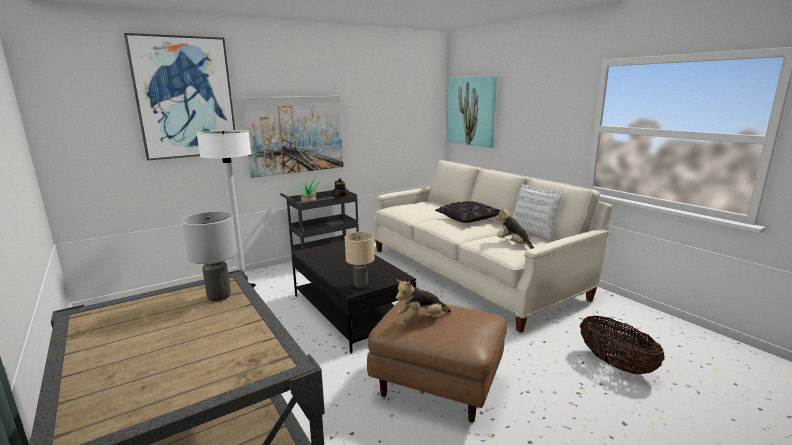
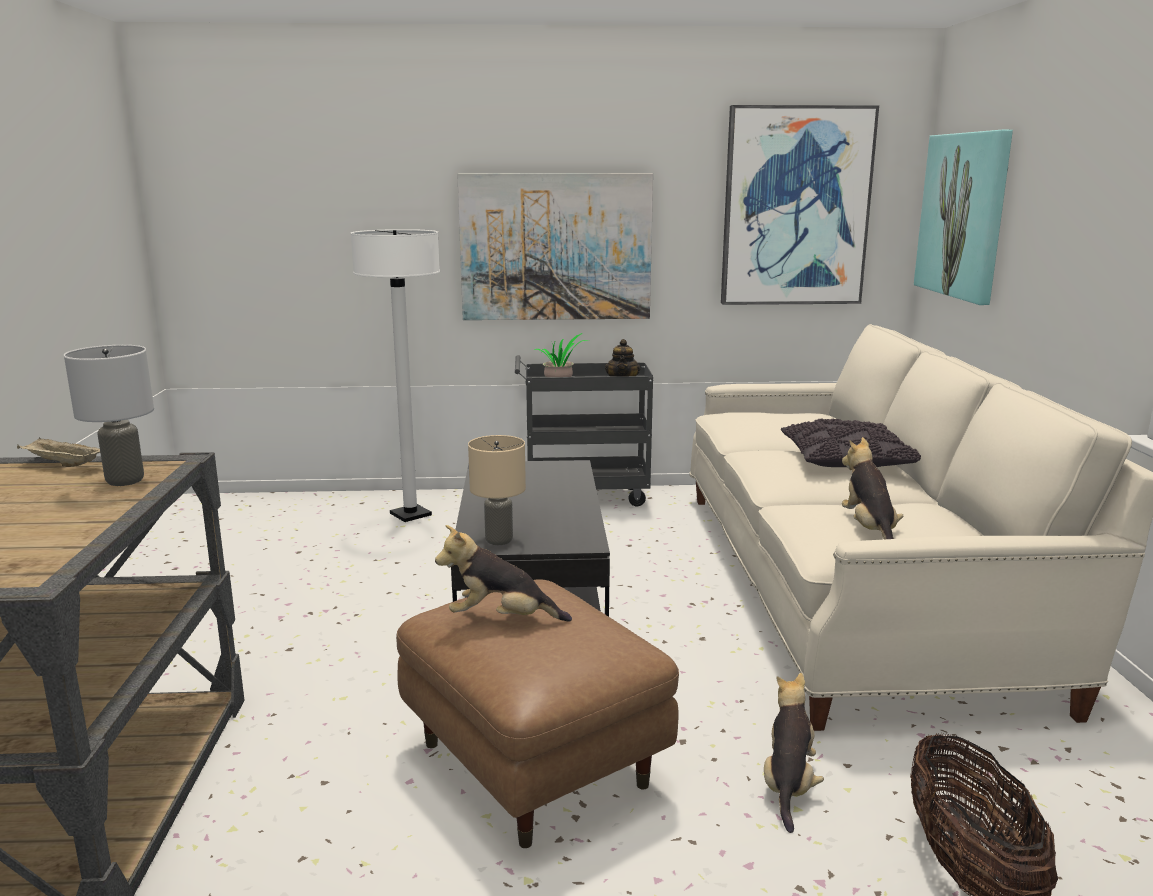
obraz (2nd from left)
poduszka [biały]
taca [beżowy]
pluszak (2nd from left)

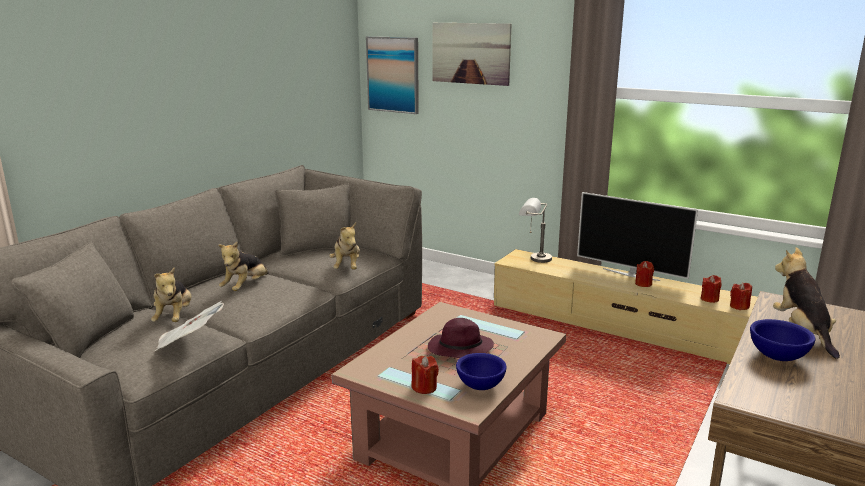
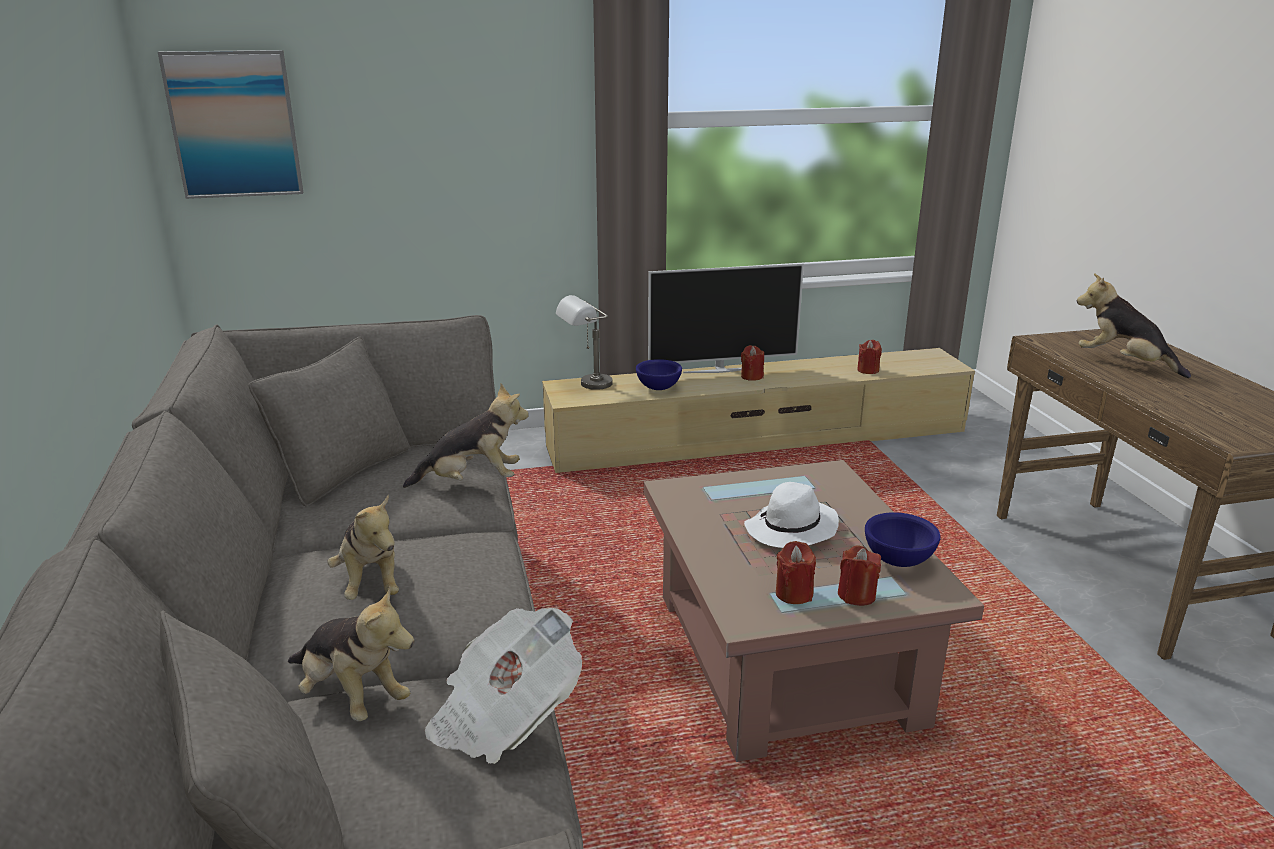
pluszak (3rd from left)
kapelusz [biały]
obraz (2nd from left in the first image)
świeca [czerwony] (2nd from left)
miska [niebieski] (1st from left)

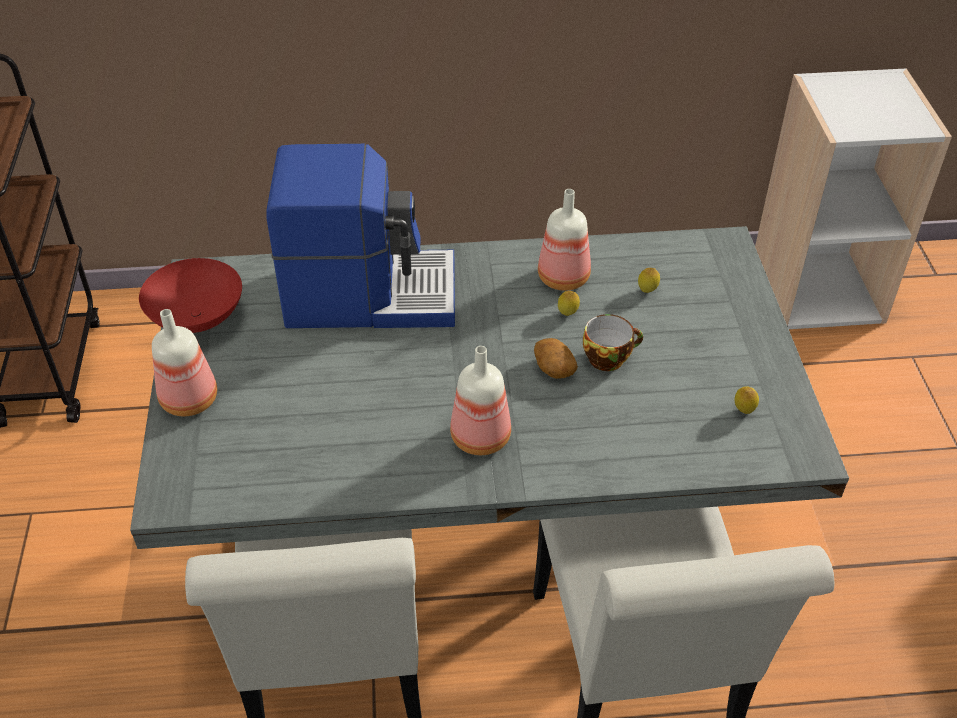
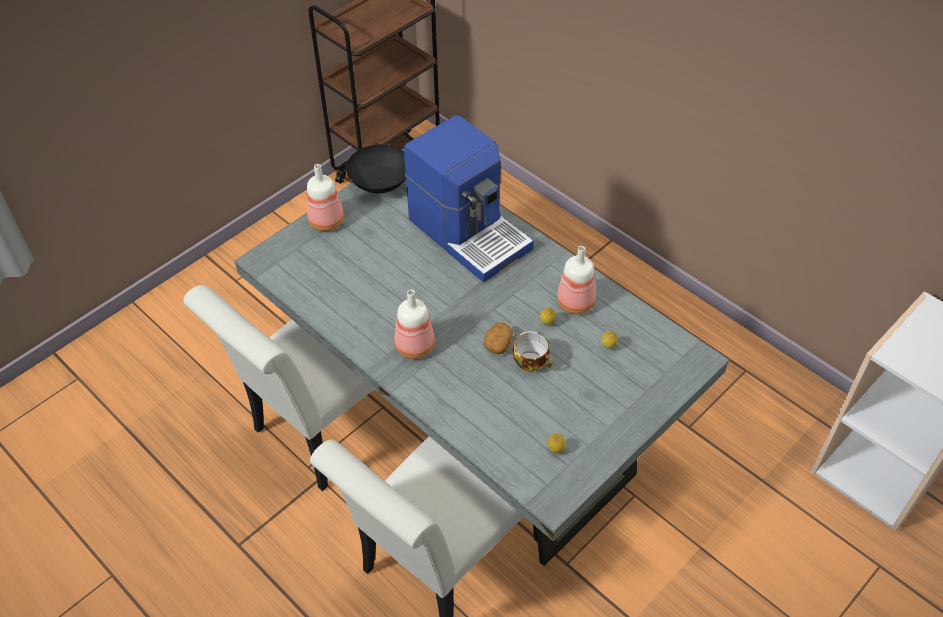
miska [czarny]

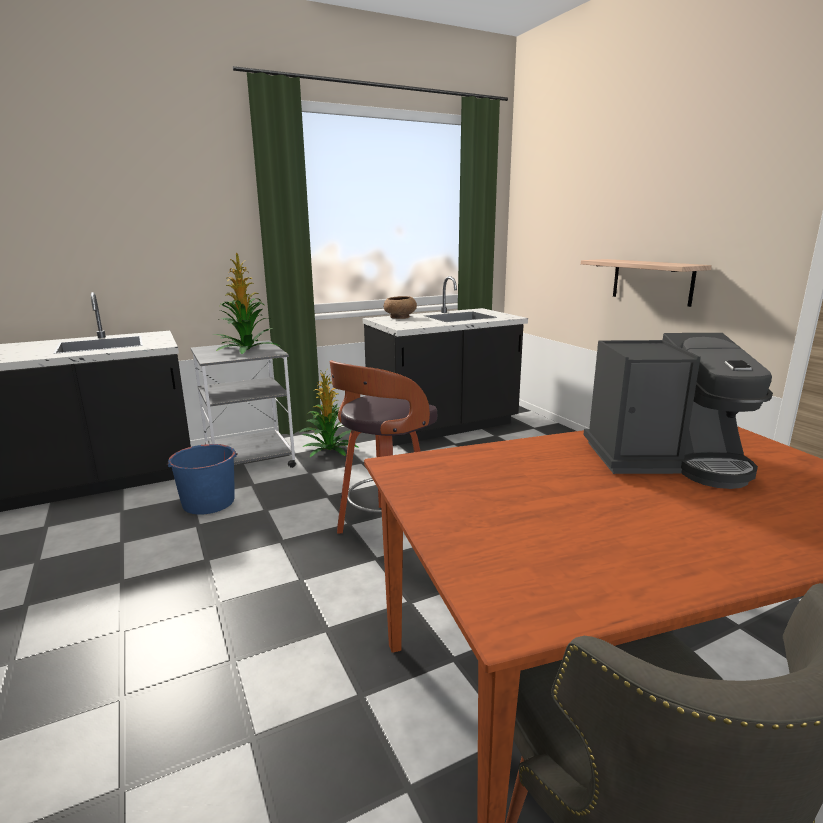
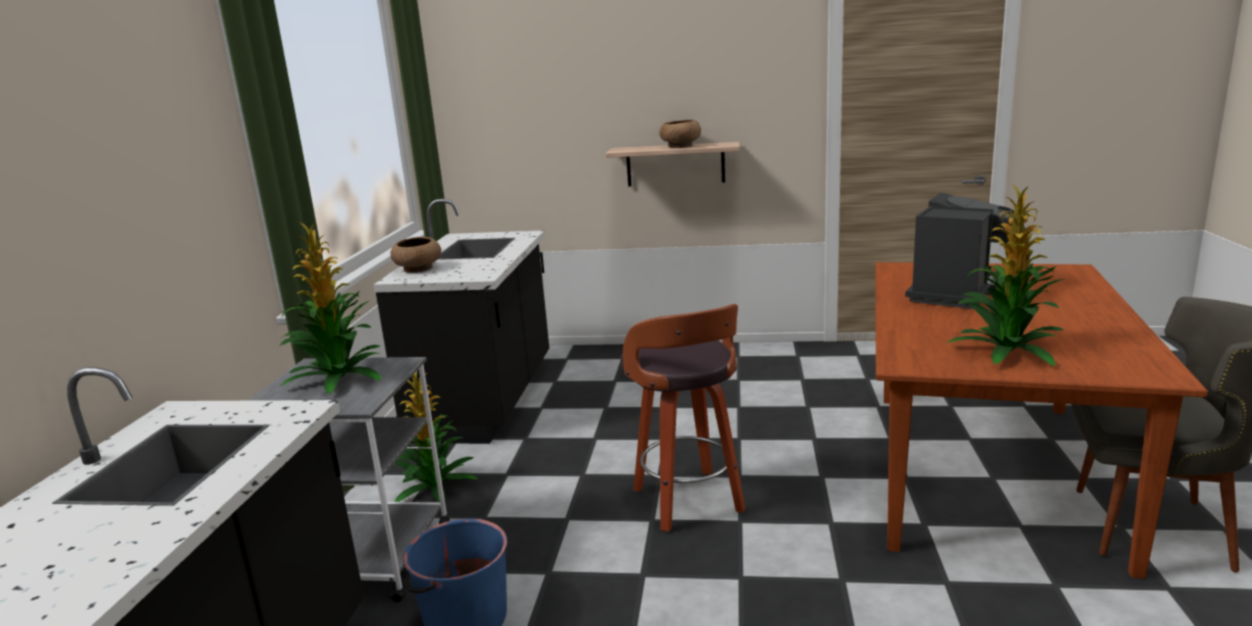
miska [brązowy] (2nd from left)
roślina doniczkowa (3rd from left)

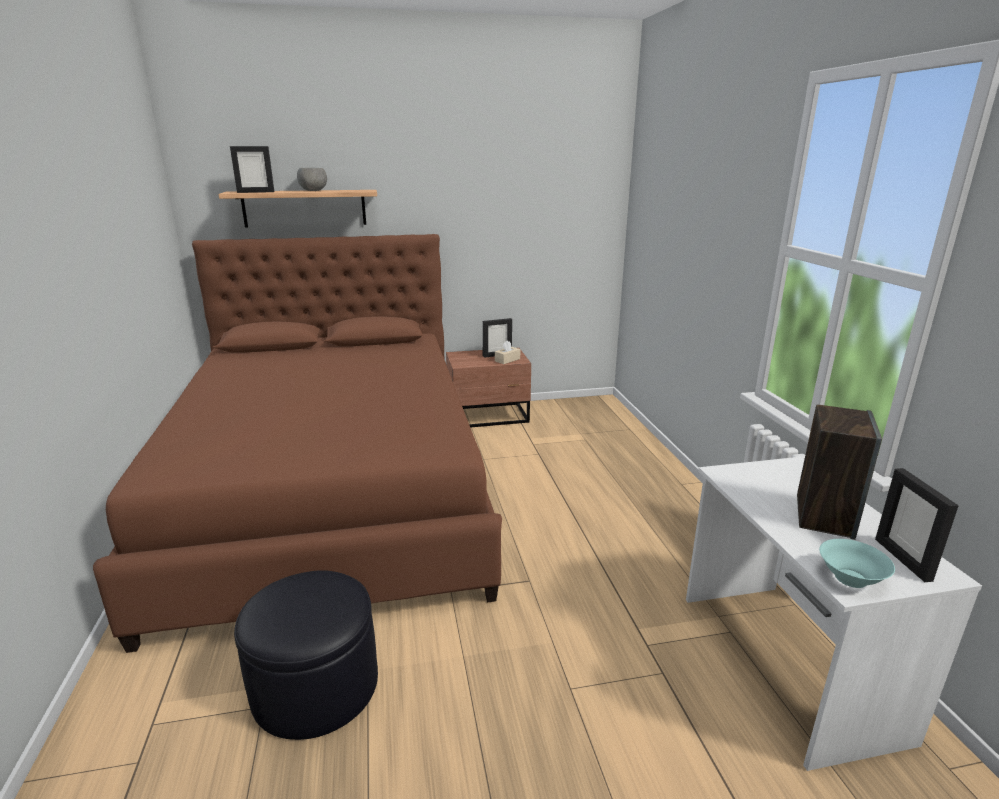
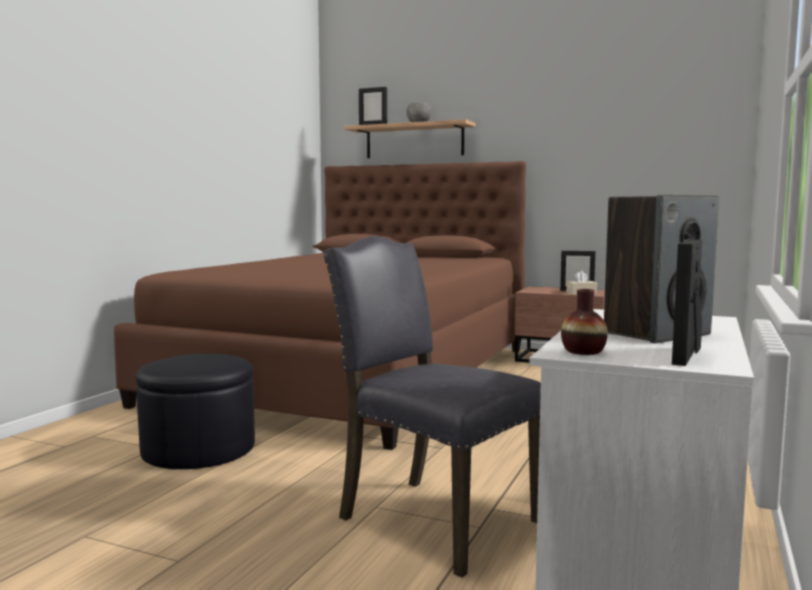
wazon
krzesło [szary]

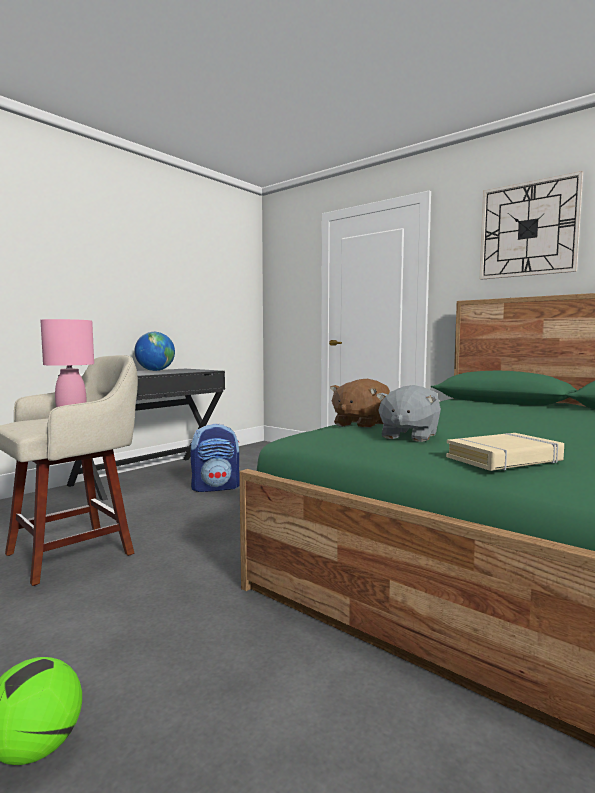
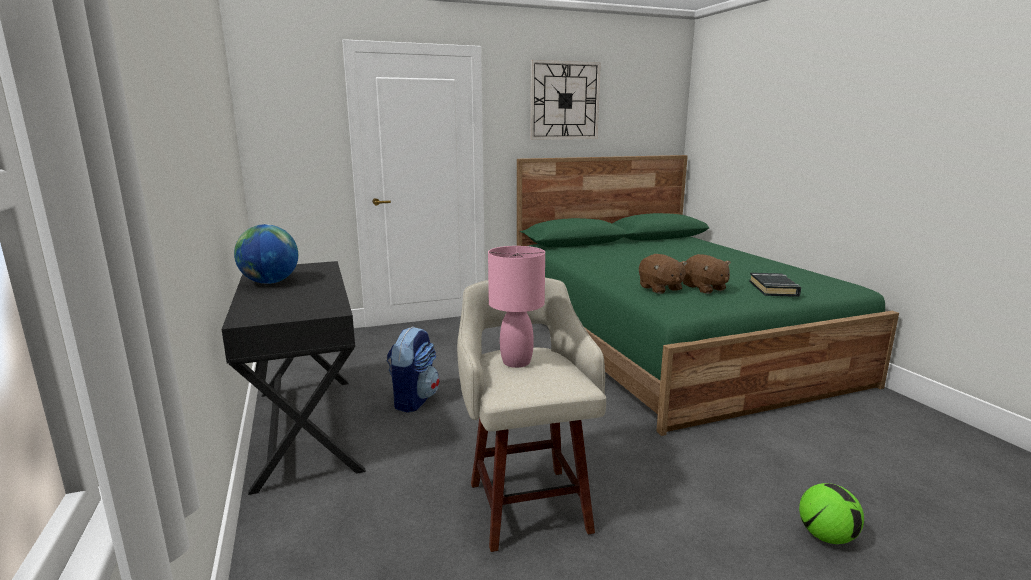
pluszak [brązowy] (2nd from left)
książka [czarny]

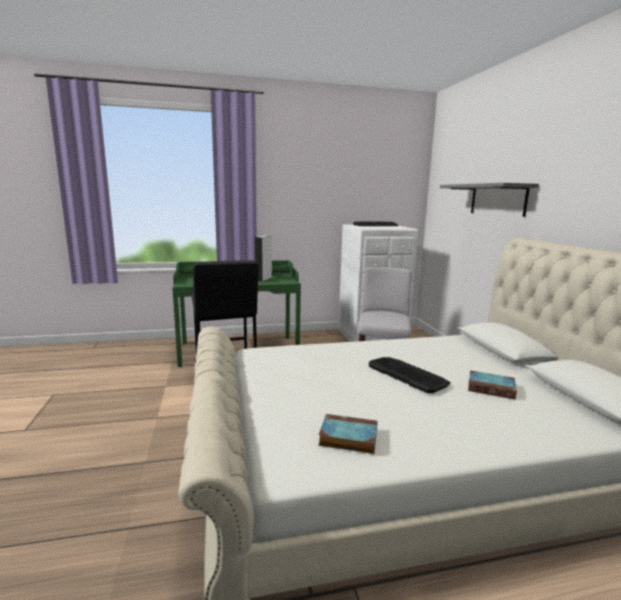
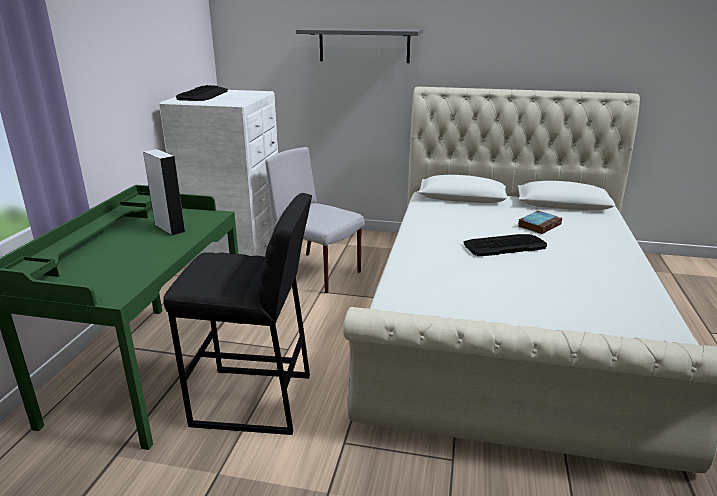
książka (1st from left in the first image)

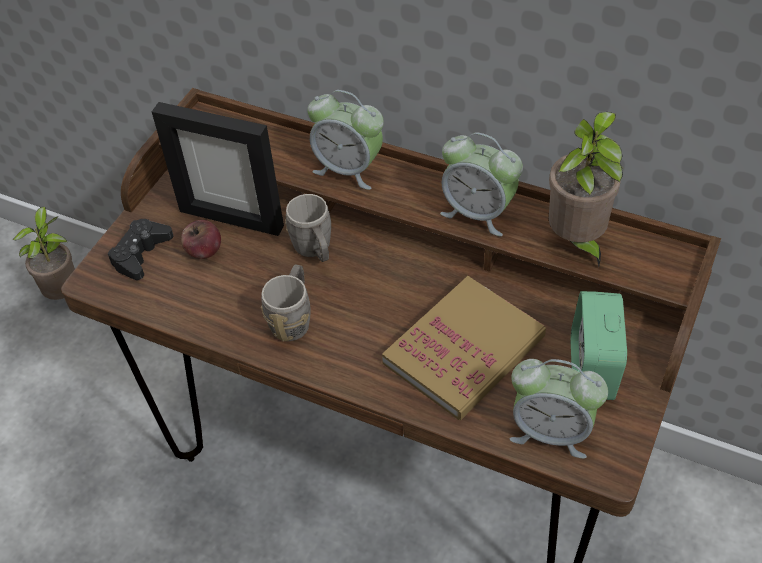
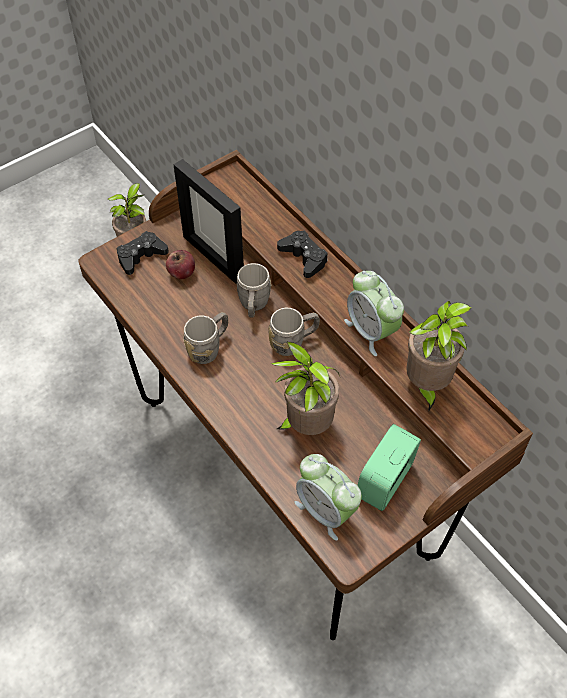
pad do gier [czarny] (2nd from left)
roślina doniczkowa (2nd from left)
kubek [szary] (3rd from left)

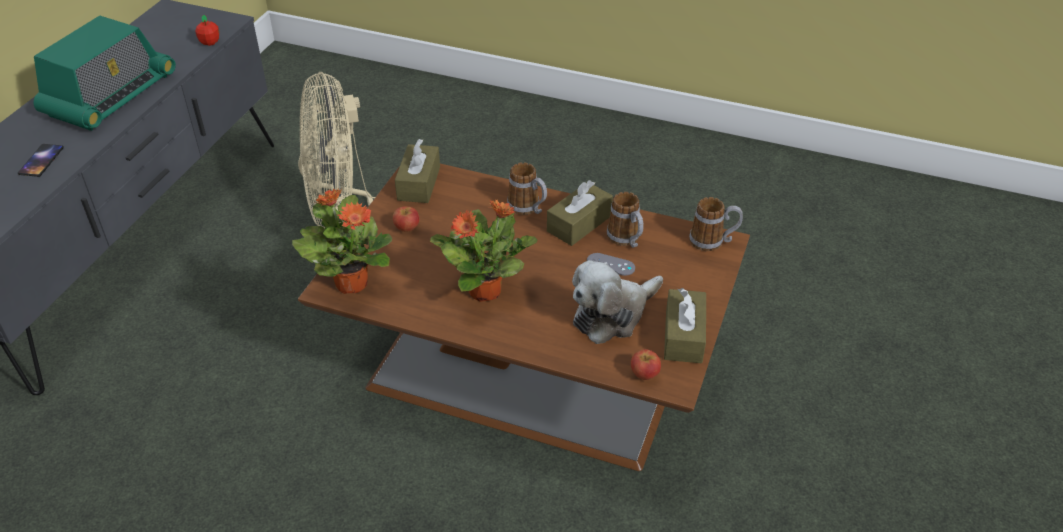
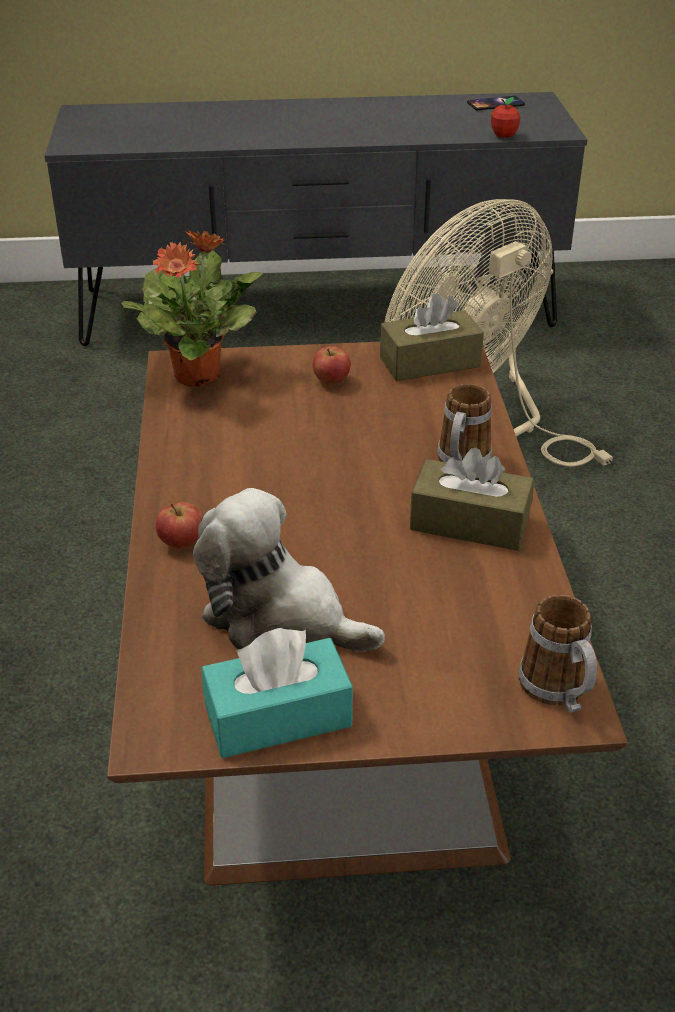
telefon
radio
roślina doniczkowa (2nd from left in the first image)
pad do gier [szary]
kubek (2nd from left in the first image)
jabłko (1st from left)
pudełko chusteczek [turkusowy]

